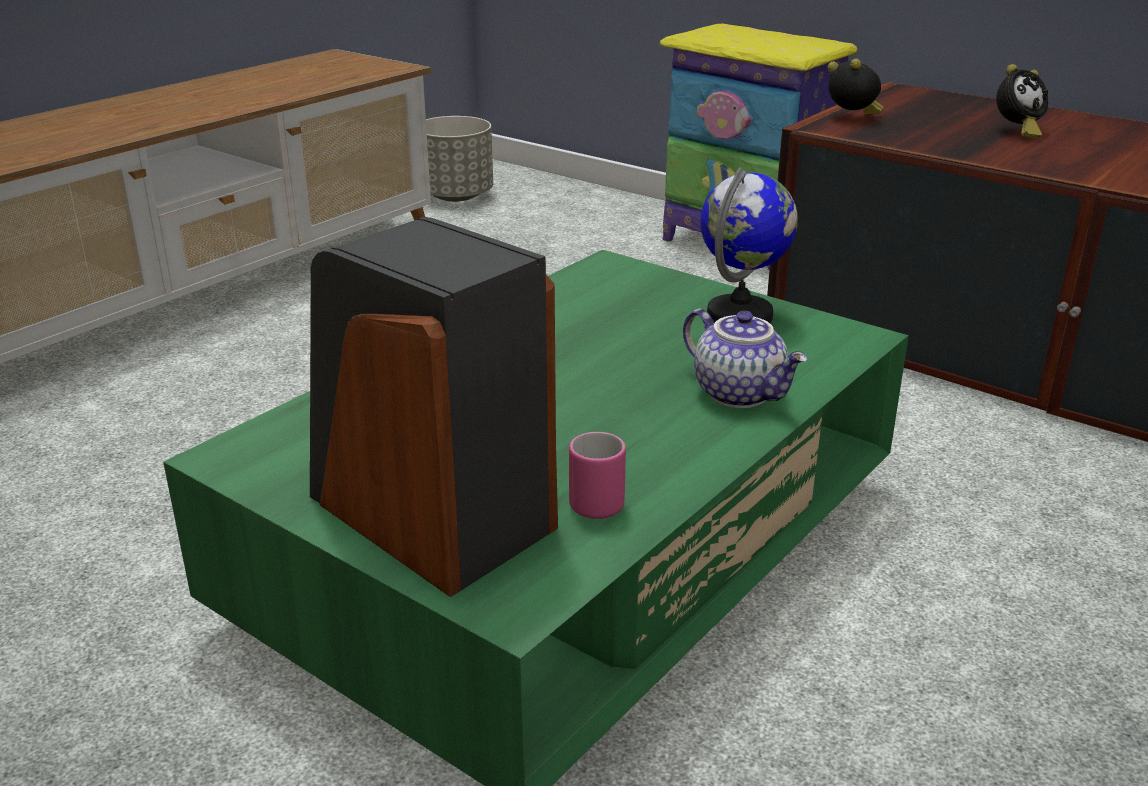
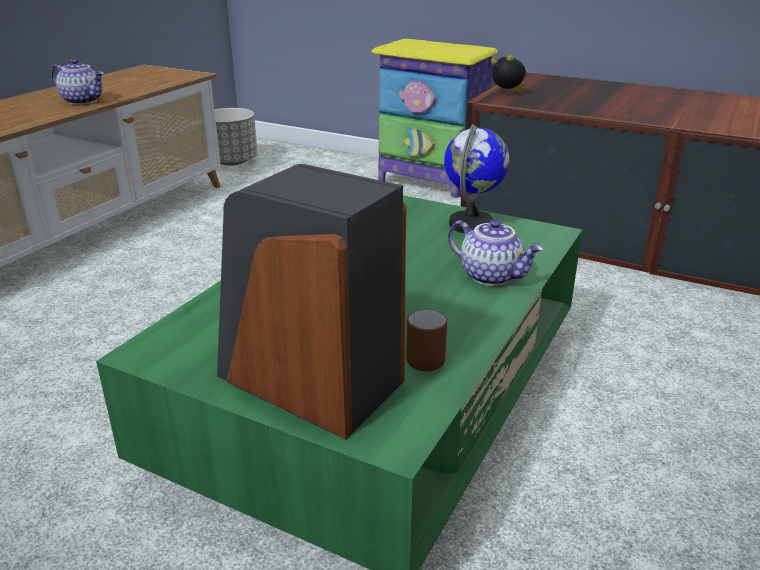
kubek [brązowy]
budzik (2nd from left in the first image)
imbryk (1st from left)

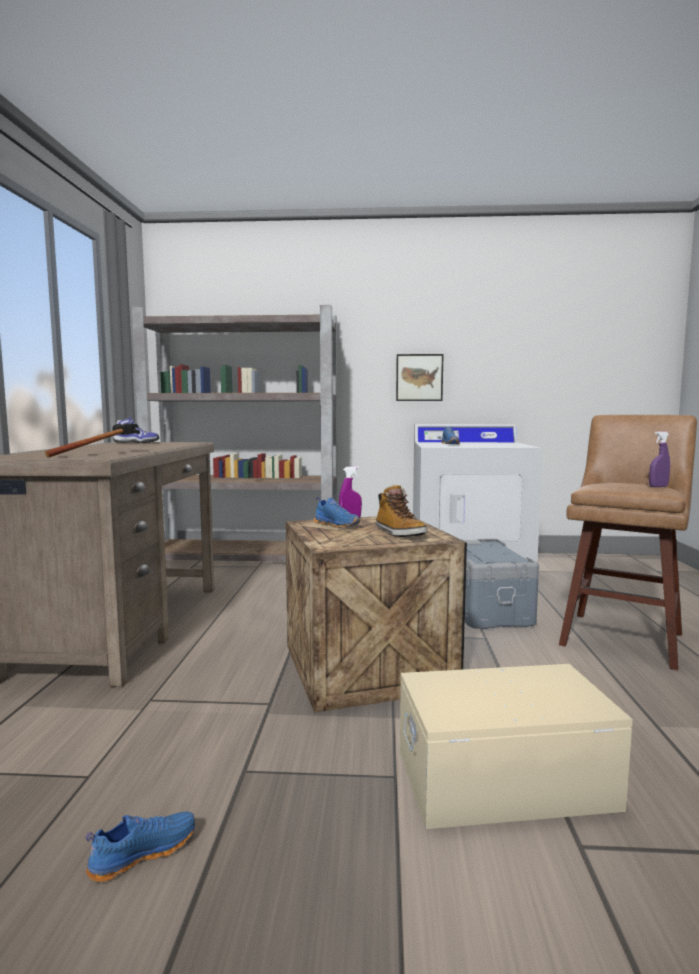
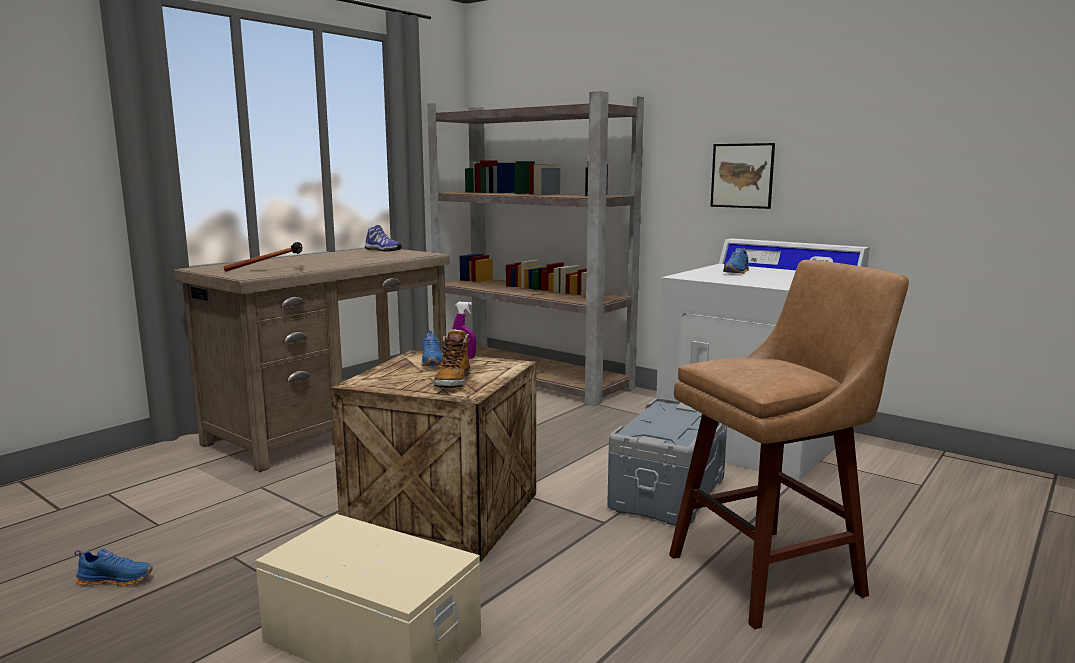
spryskiwacz [fioletowy] (2nd from left in the first image)

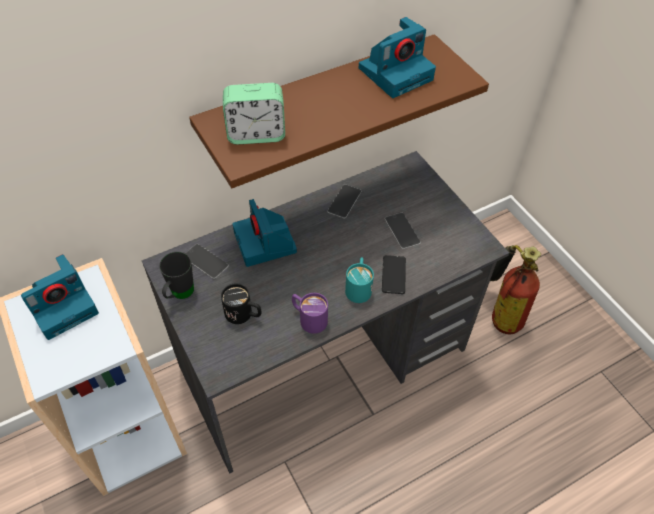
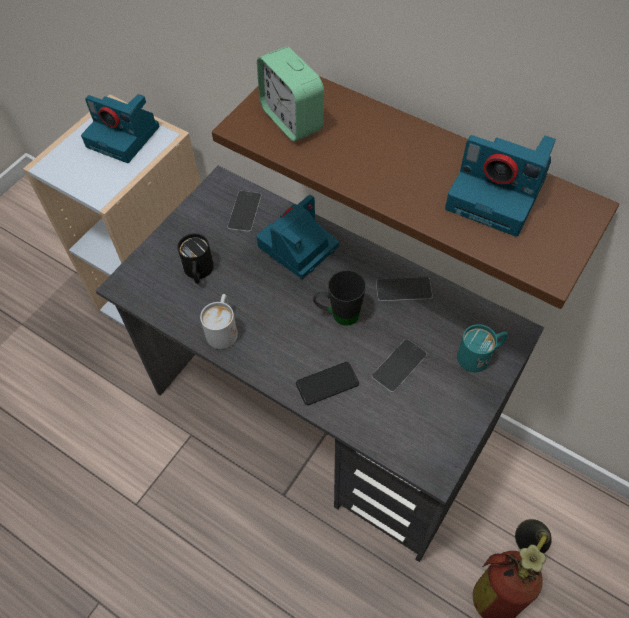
kubek [czarny] (2nd from left)
kubek [biały]
kubek [turkusowy]

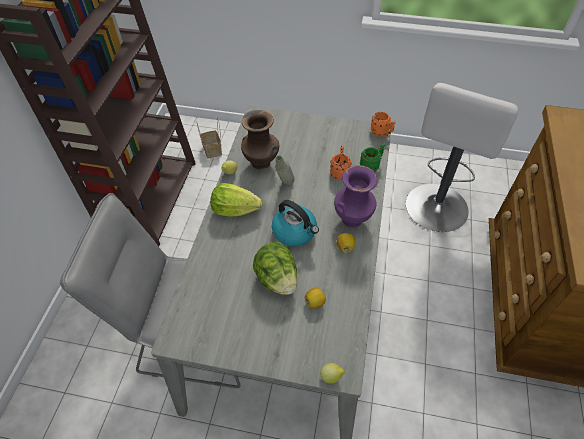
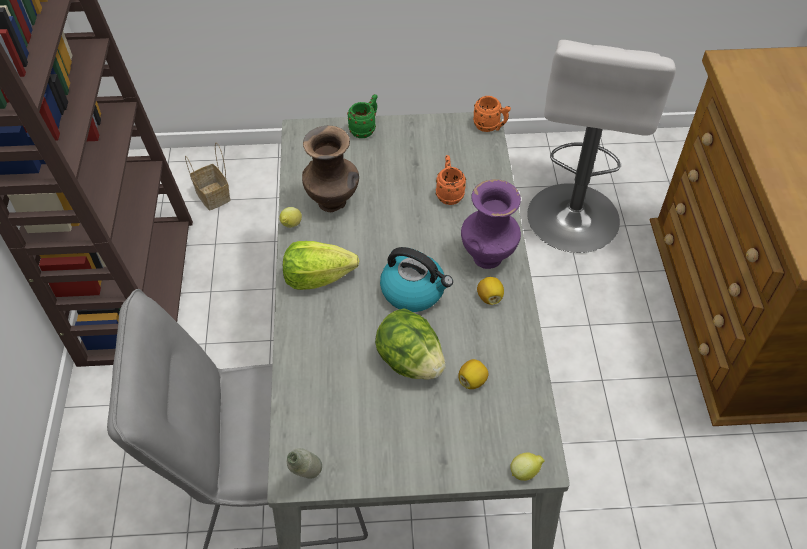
butelka [szary]
kubek [zielony]

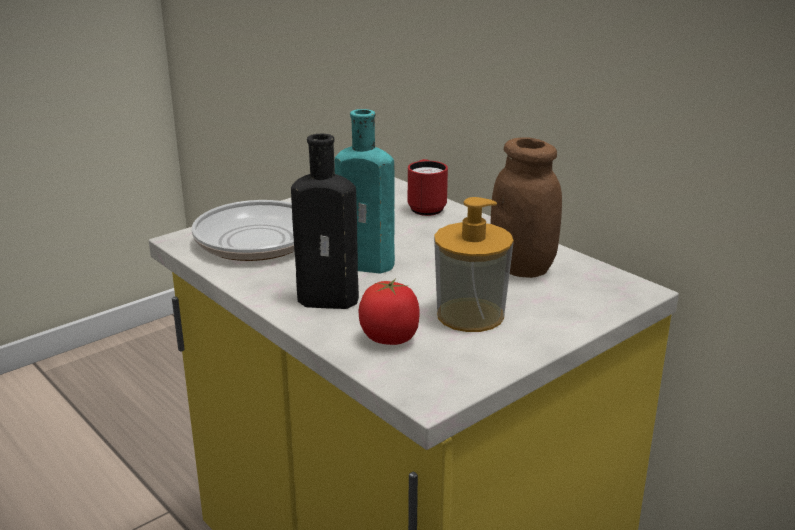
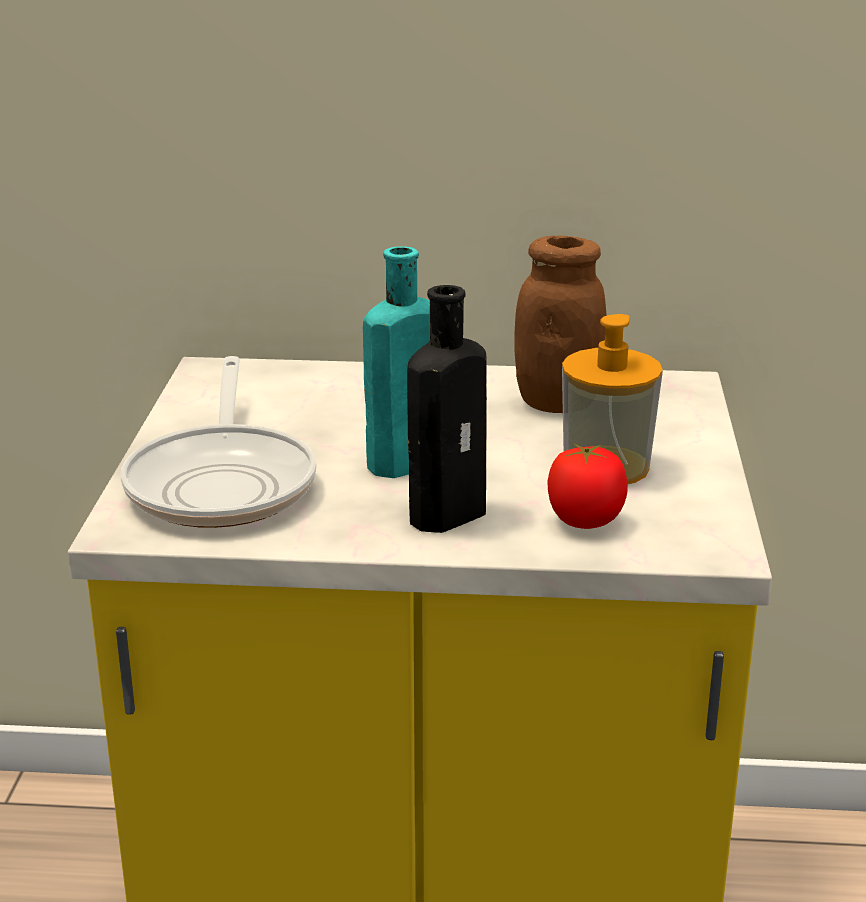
kubek [czerwony]

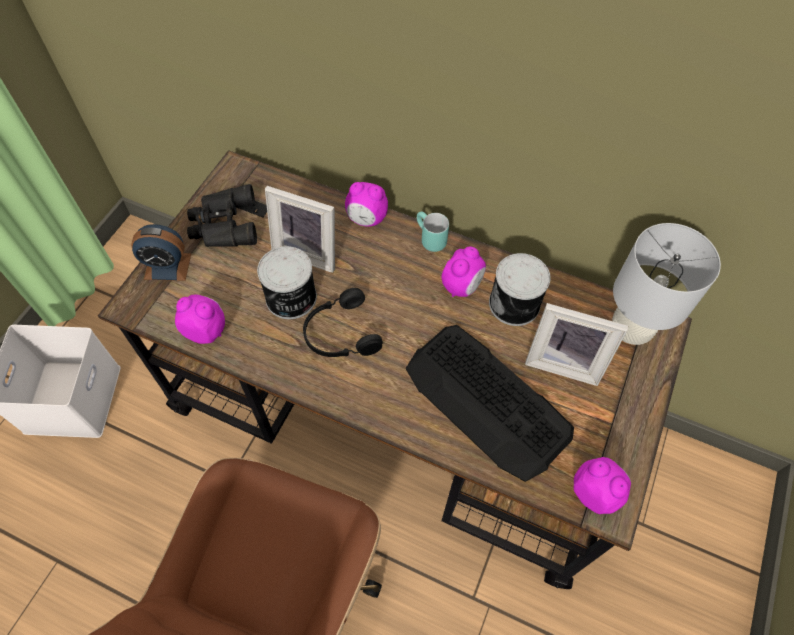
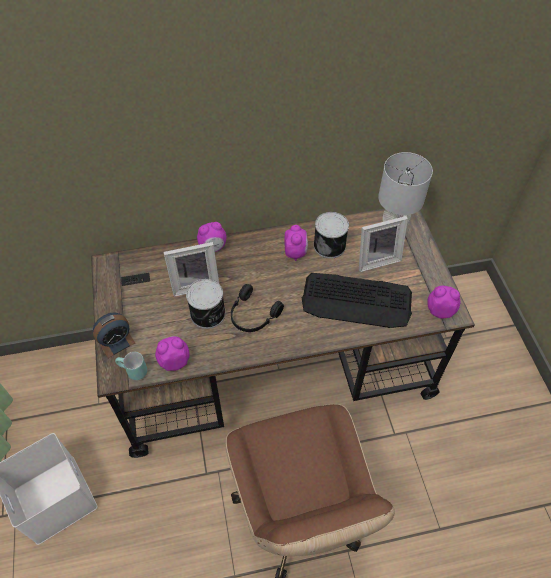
lornetka [czarny]
kubek [turkusowy]

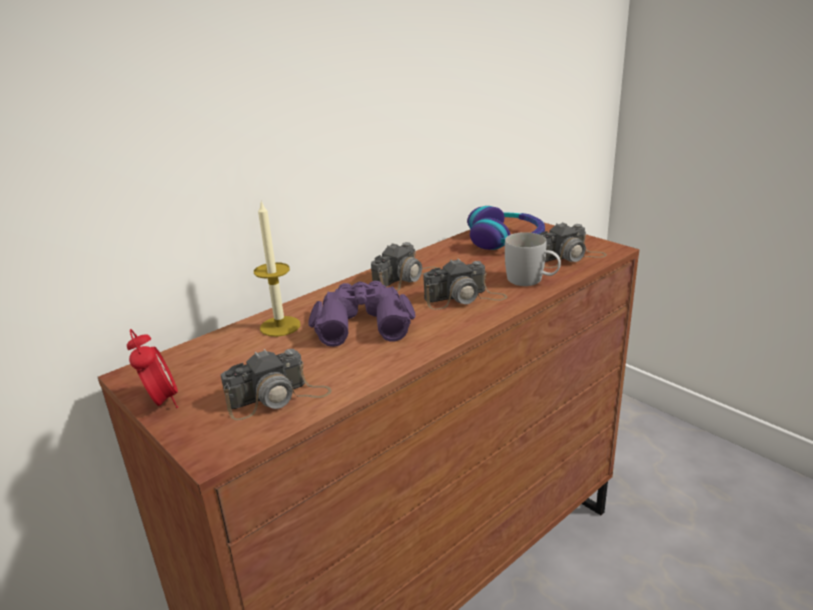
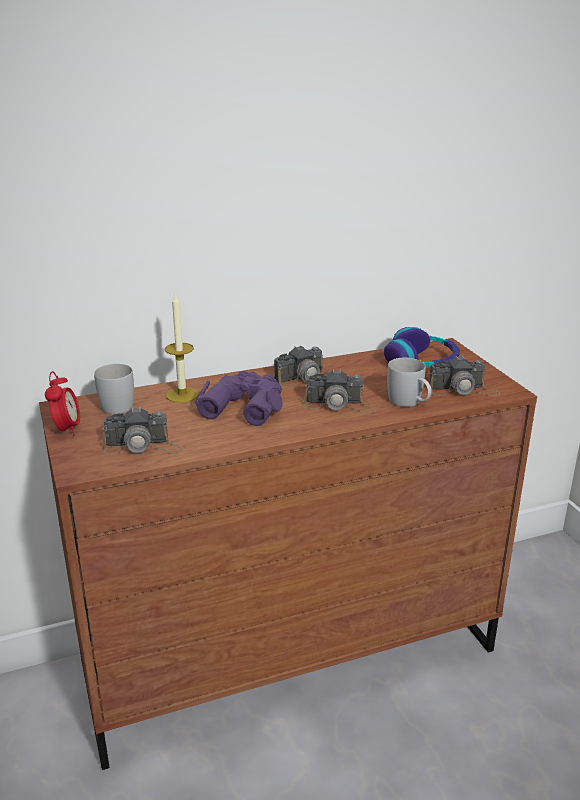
kubek [biały] (1st from left)

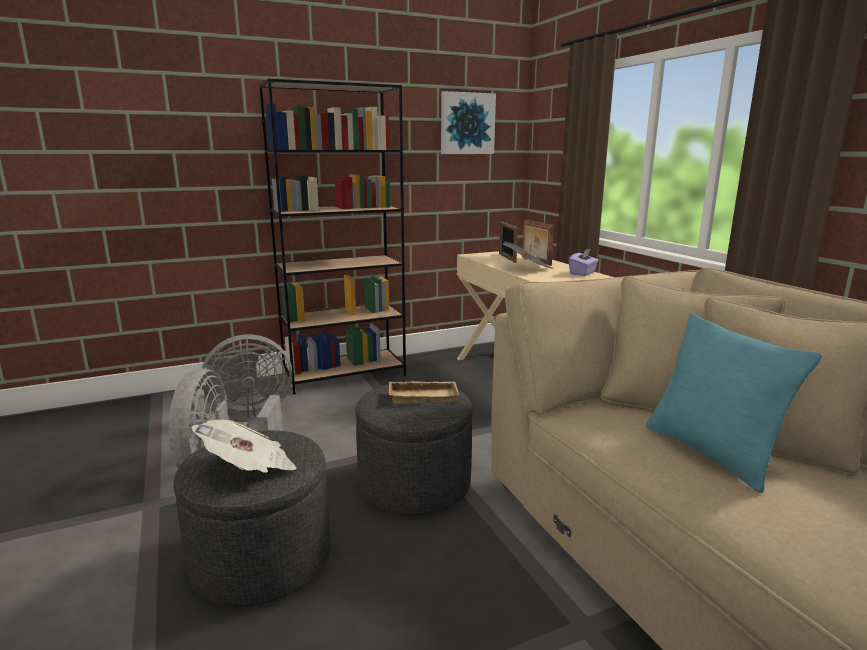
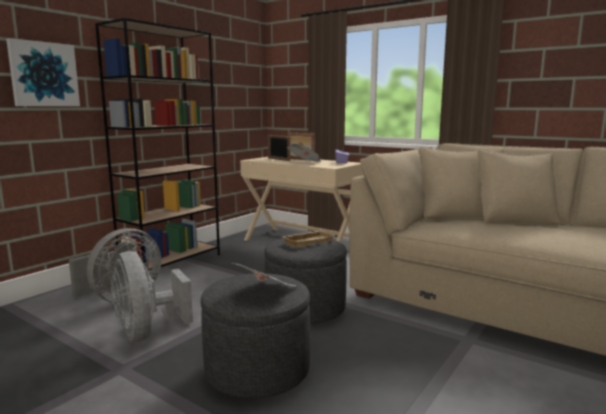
obraz
poduszka [turkusowy]

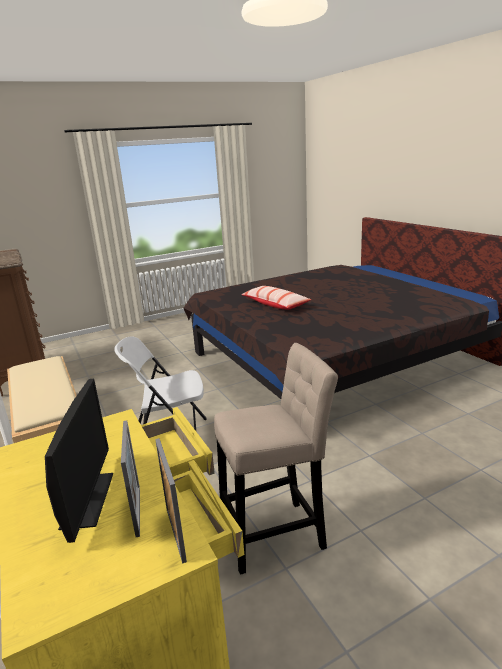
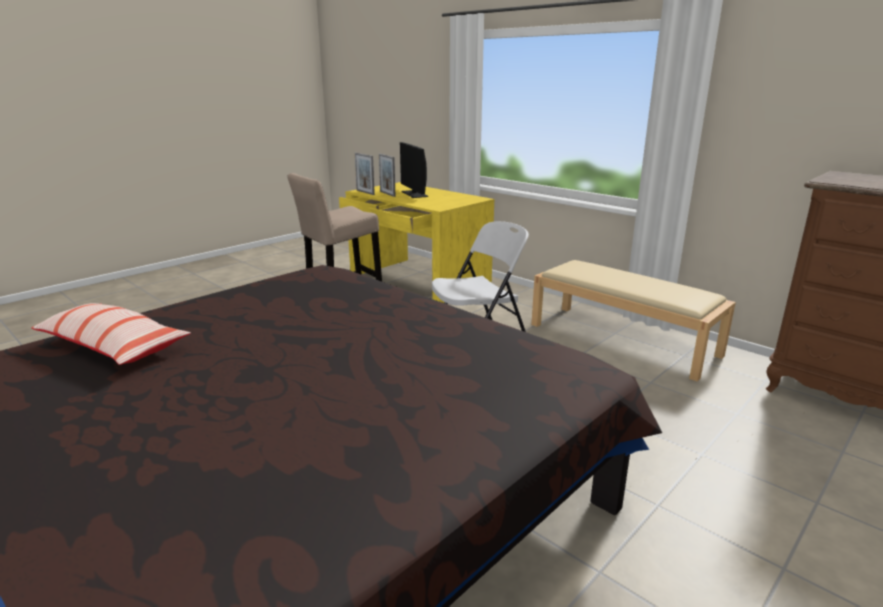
poduszka

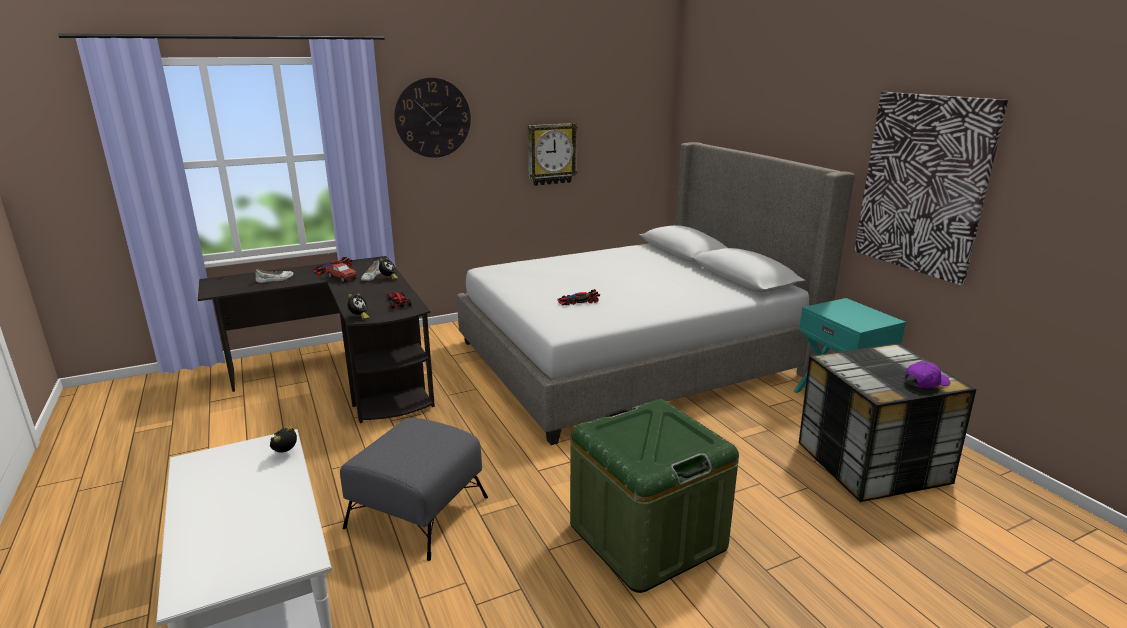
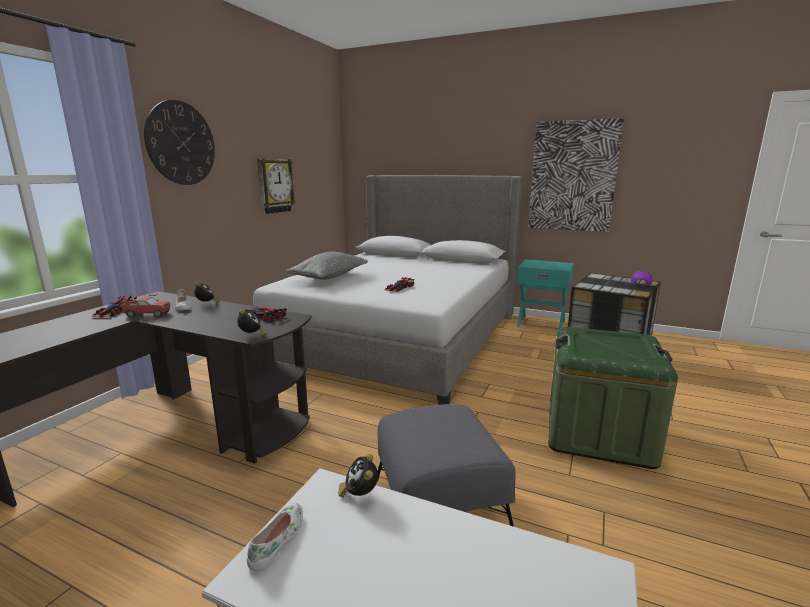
but [biały] (2nd from left)
poduszka [szary]

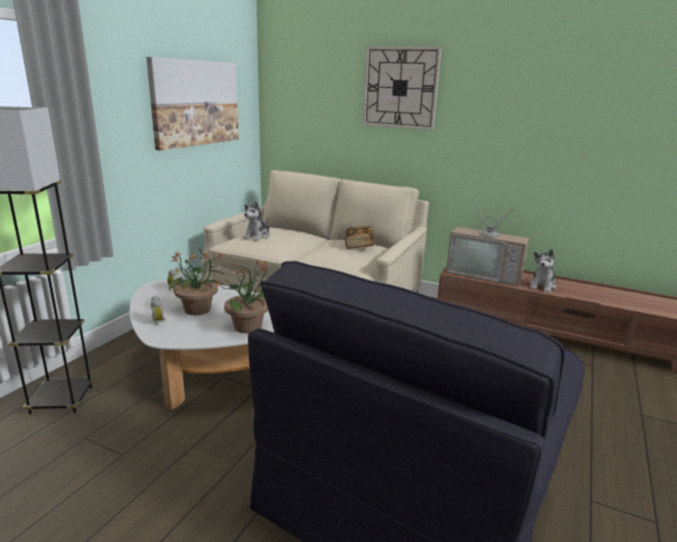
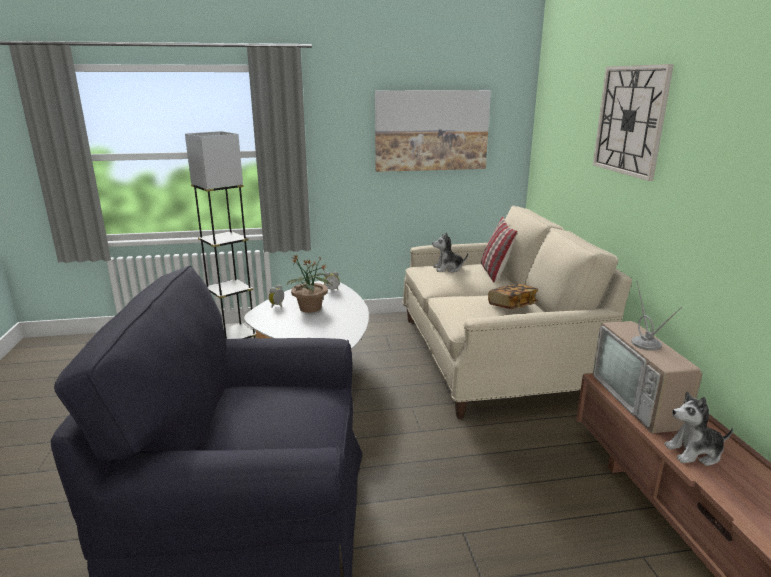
roślina doniczkowa (2nd from left in the first image)
poduszka

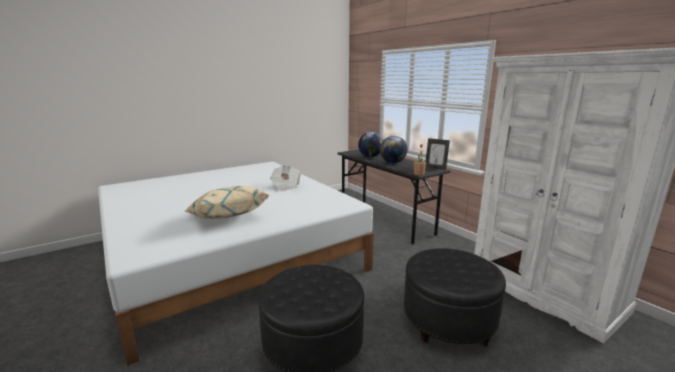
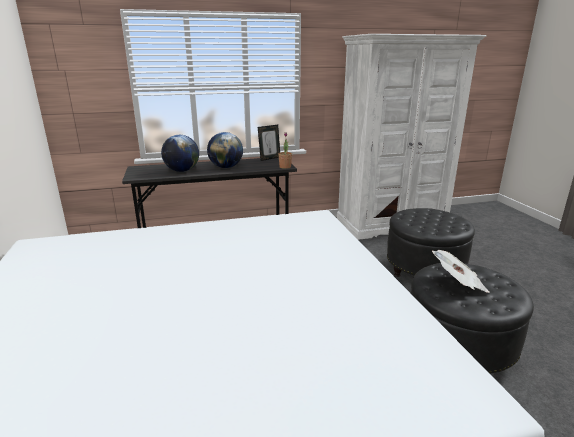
poduszka [beżowy]
gazeta

